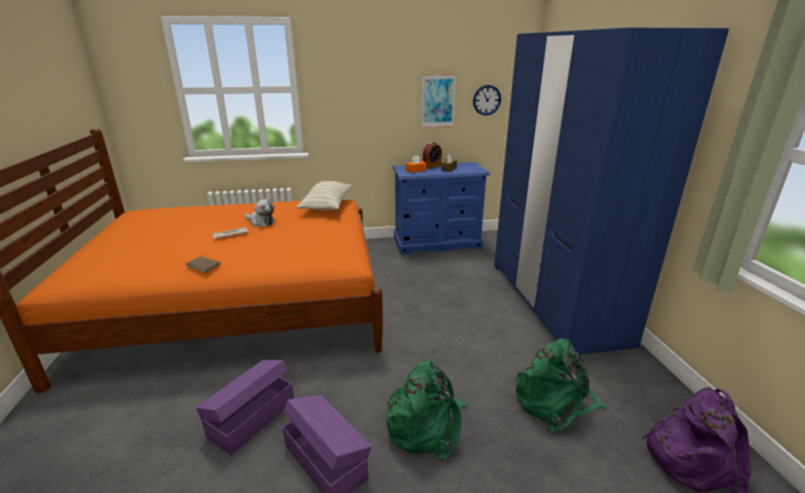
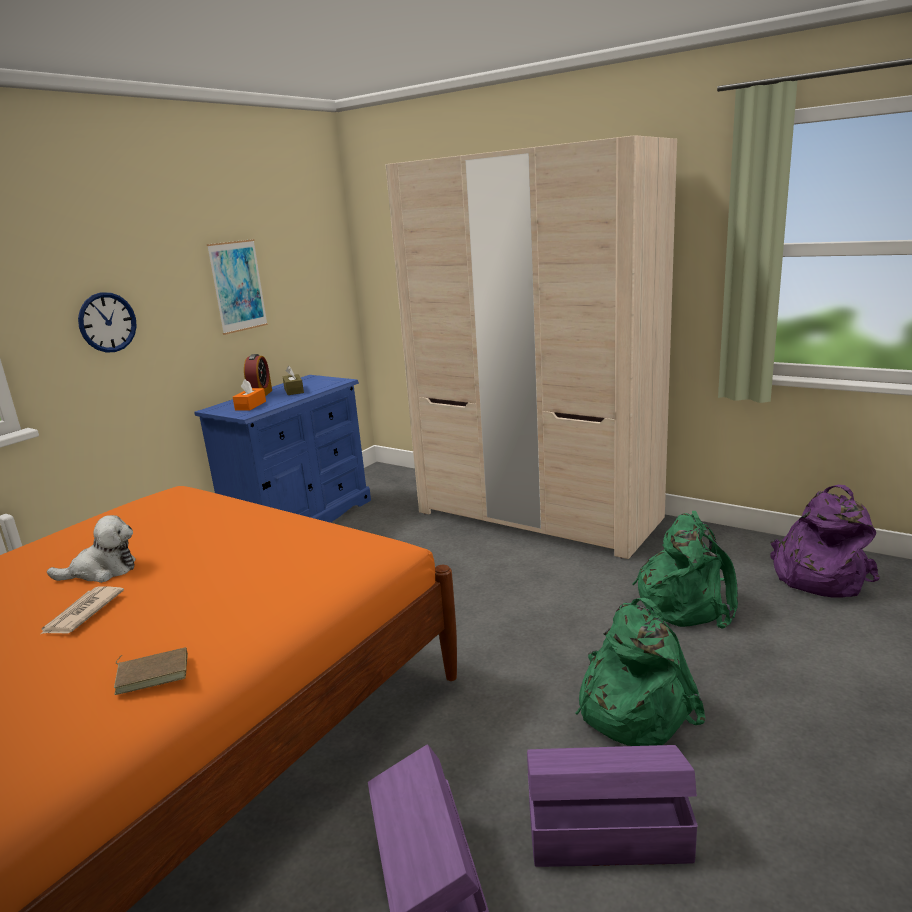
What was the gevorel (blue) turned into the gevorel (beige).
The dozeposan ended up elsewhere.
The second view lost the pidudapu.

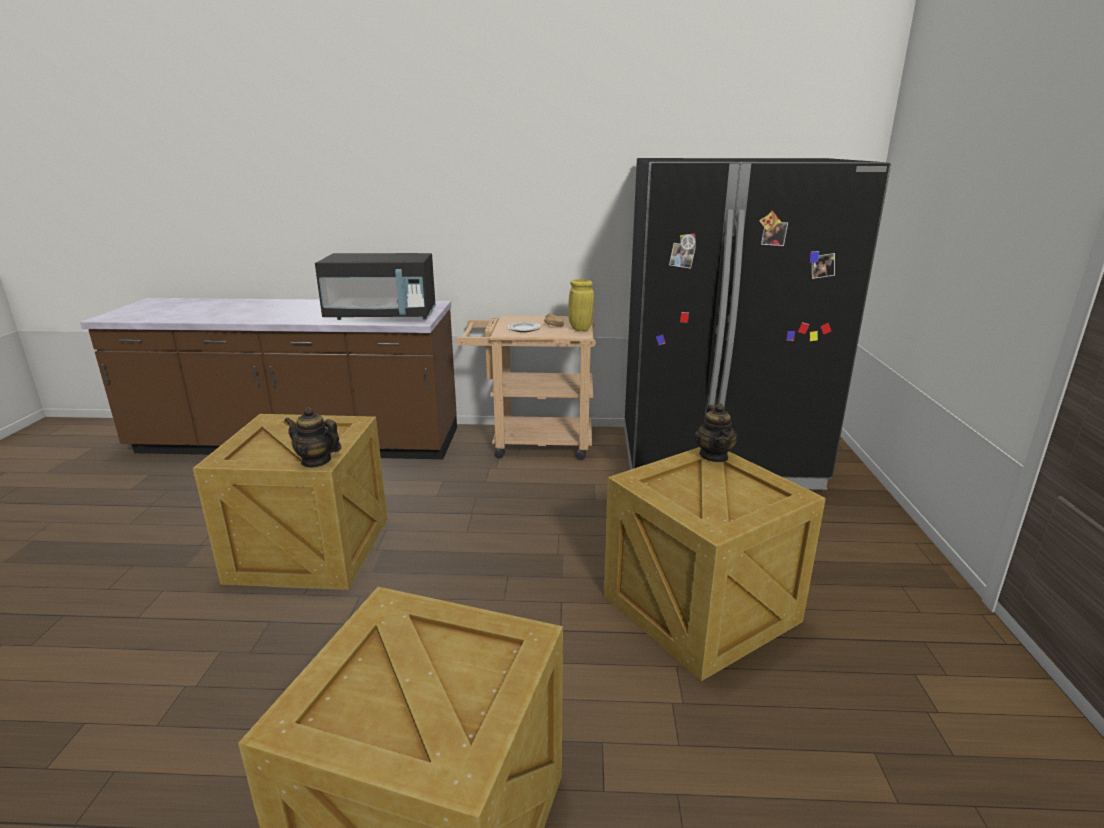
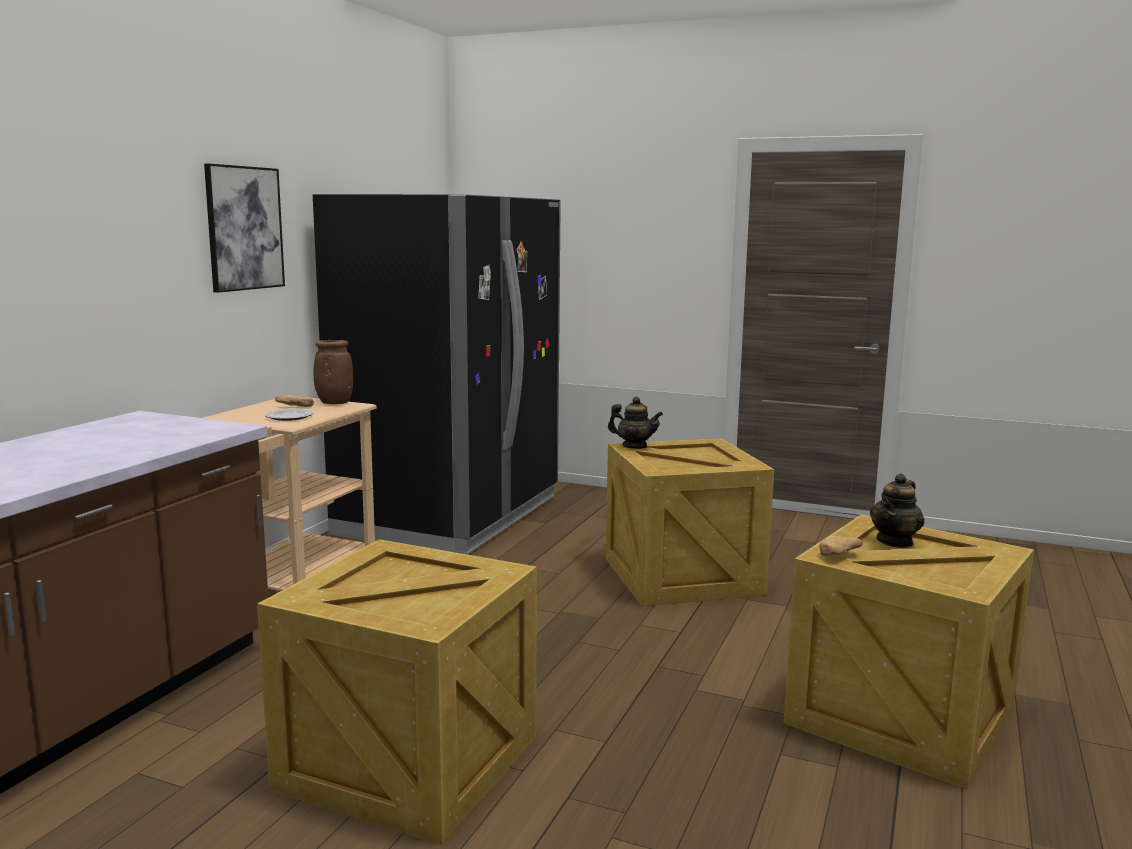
The second view lost the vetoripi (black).
What was the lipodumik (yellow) turned into the lipodumik (brown).
The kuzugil (no. 1 from left in the first image) ended up elsewhere.
The second view gained the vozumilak.
The second view gained the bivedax (no. 2 from left).

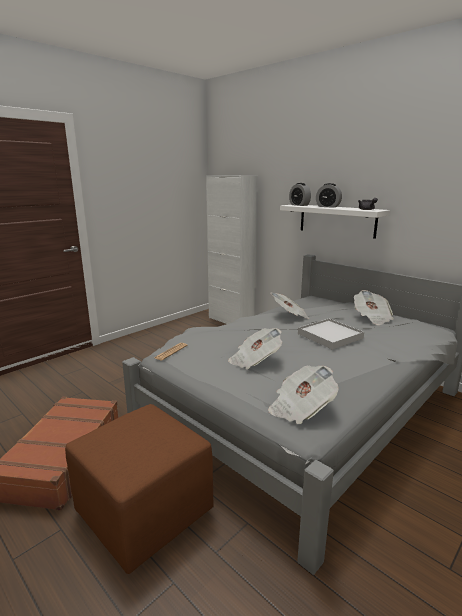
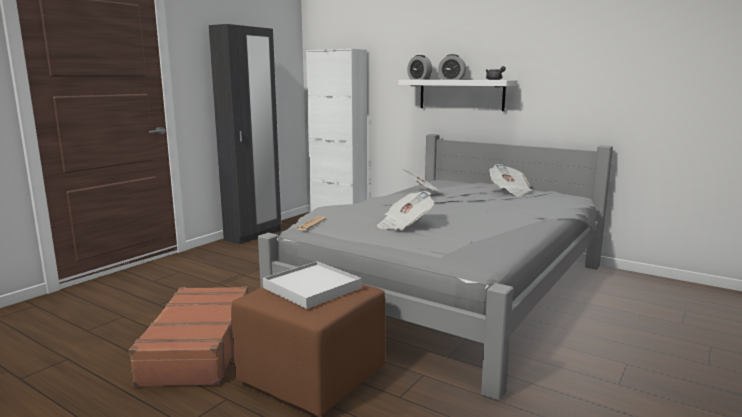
The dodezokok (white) ended up elsewhere.
The second view lost the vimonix (no. 4 from left).
The second view gained the gevorel (black).

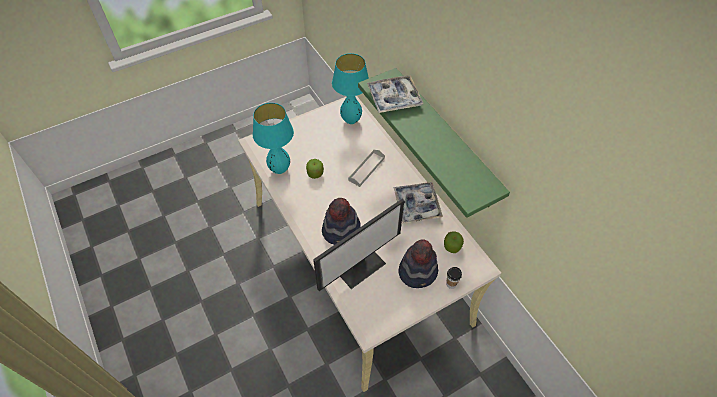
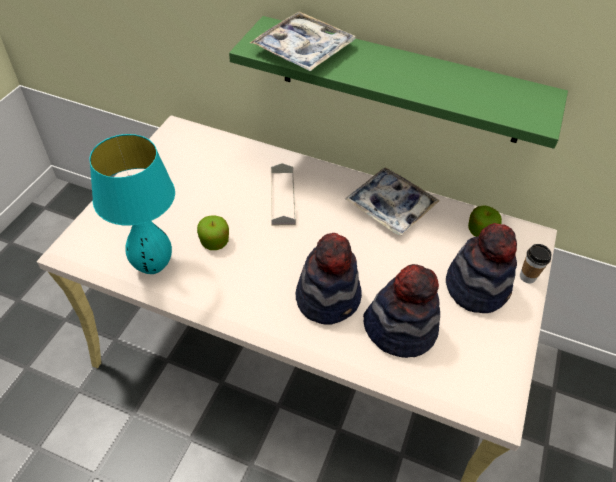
The second view lost the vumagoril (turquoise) (no. 2 from left).
Where the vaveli stood, the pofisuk (no. 2 from left) came to stand.

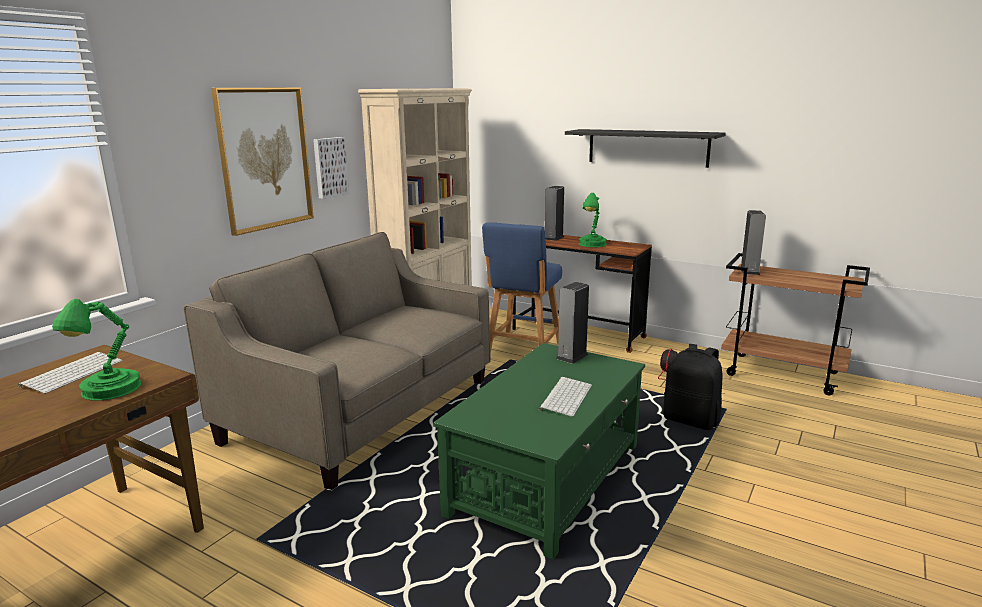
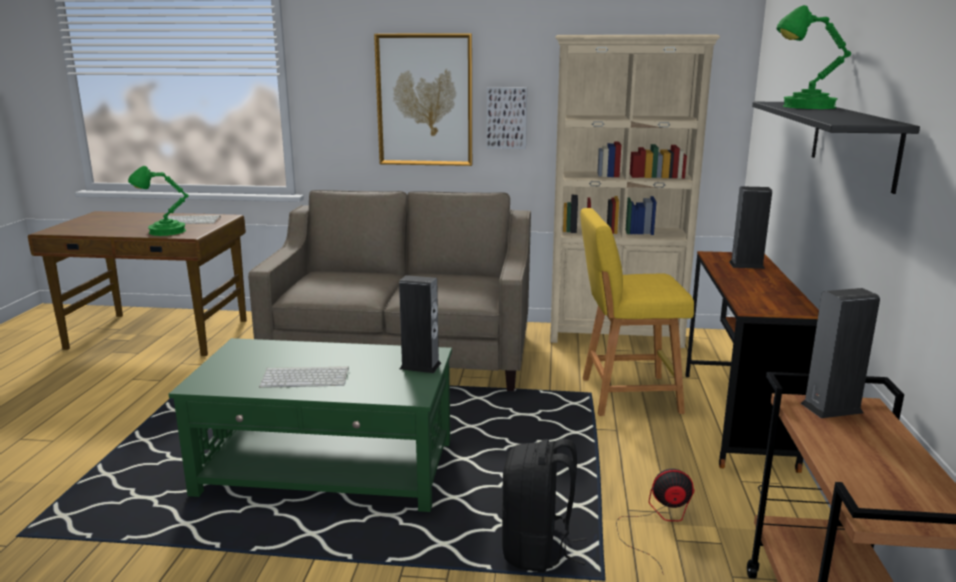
The vumagoril (green) (no. 2 from left) ended up elsewhere.
What was the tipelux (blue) turned into the tipelux (yellow).

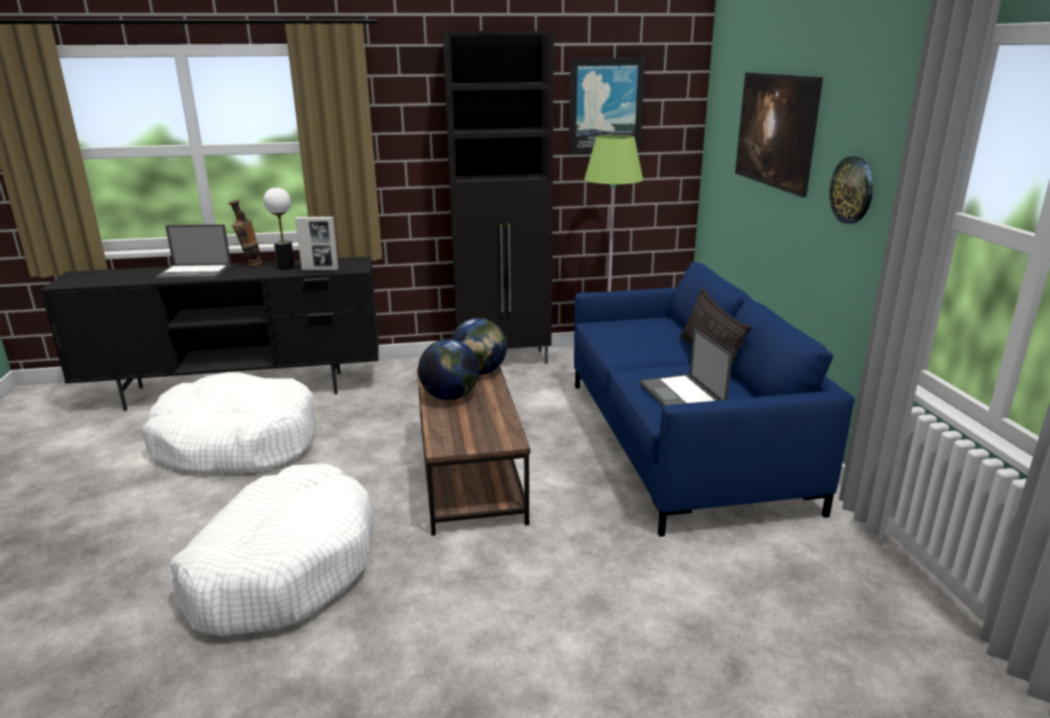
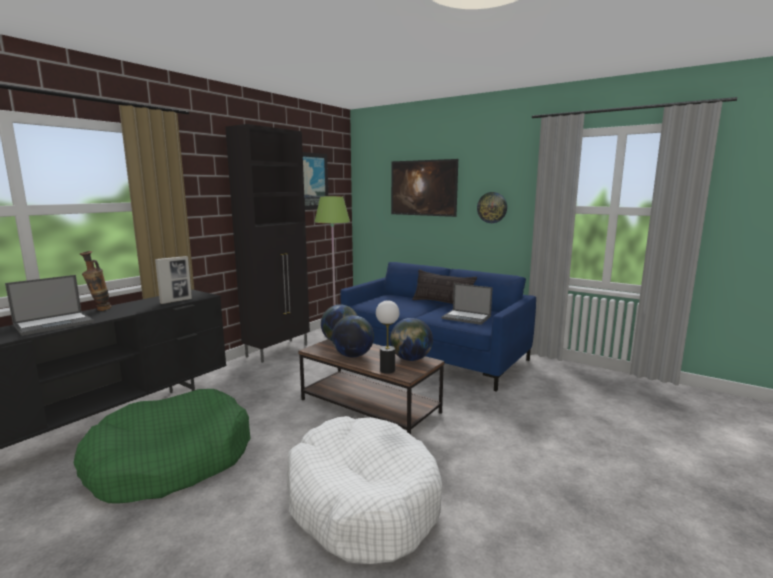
The vumagoril ended up elsewhere.
What was the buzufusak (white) (no. 1 from left) turned into the buzufusak (green).
The second view gained the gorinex (no. 3 from left).

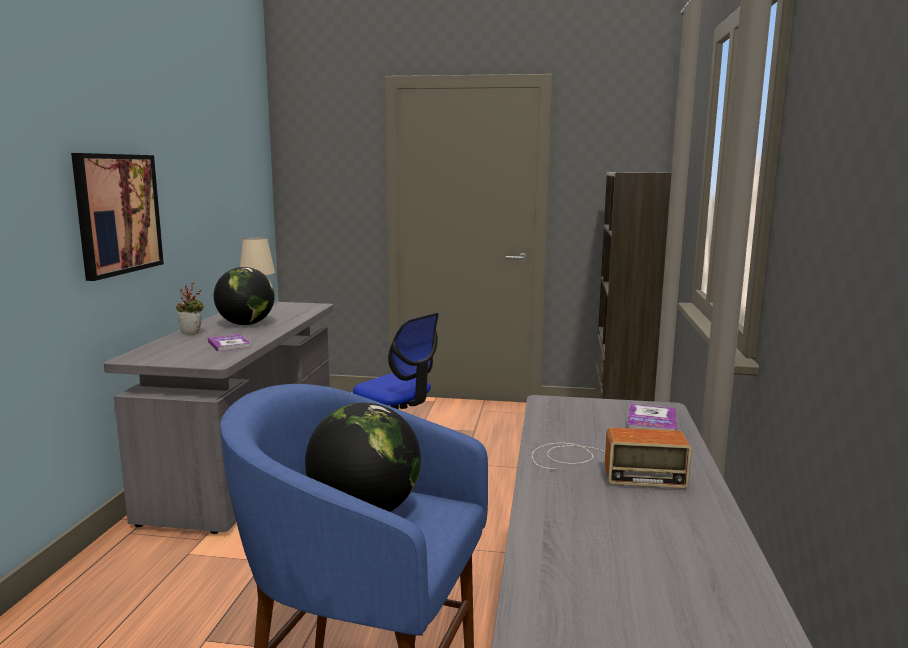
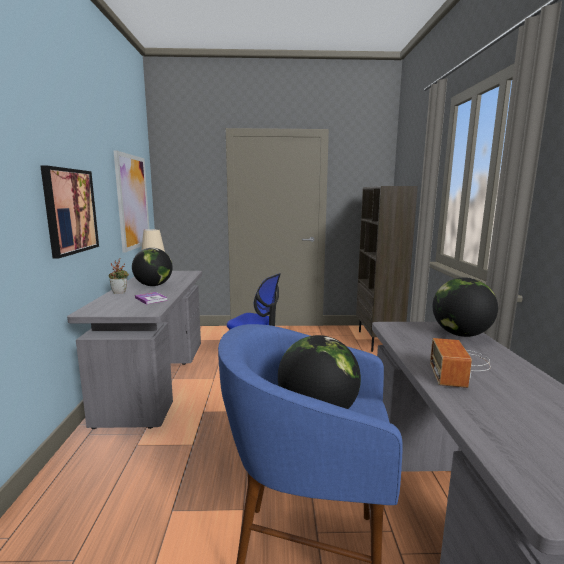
Where the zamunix (no. 2 from left) stood, the gorinex (no. 3 from left) came to stand.
The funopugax ended up facing another way, 105 degrees clockwise from before.
The second view gained the vozumilak (no. 2 from left).

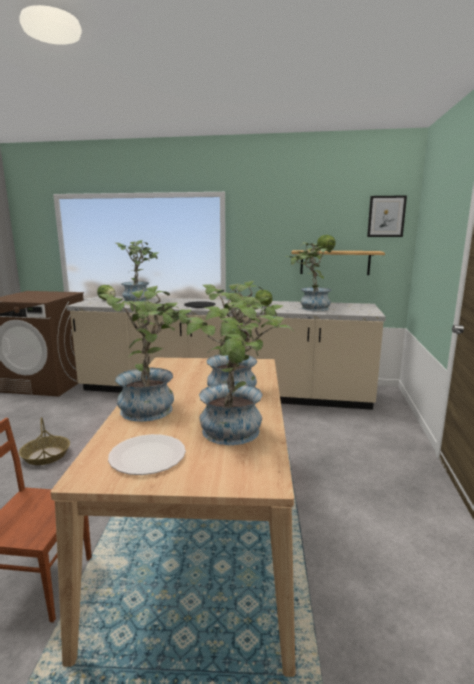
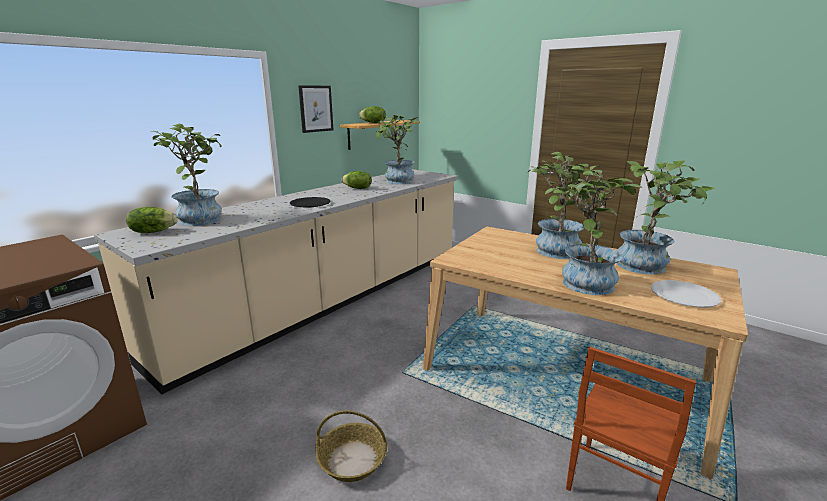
The vozumilak ended up elsewhere.

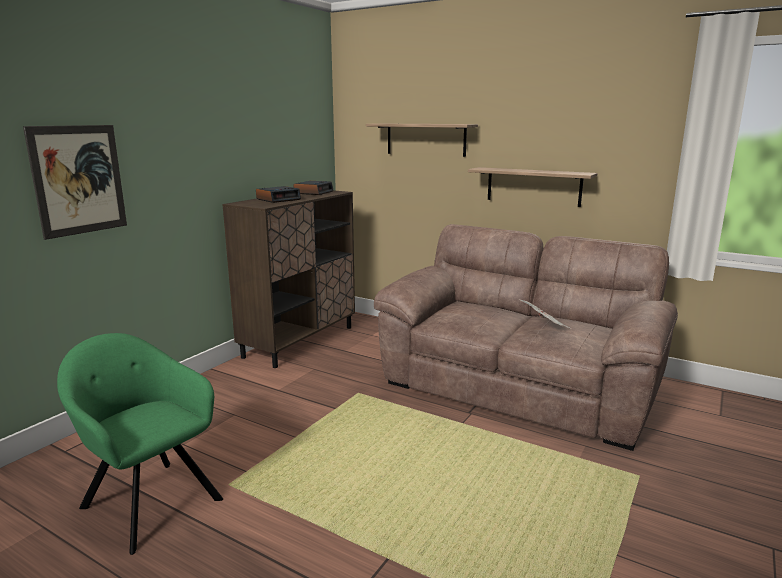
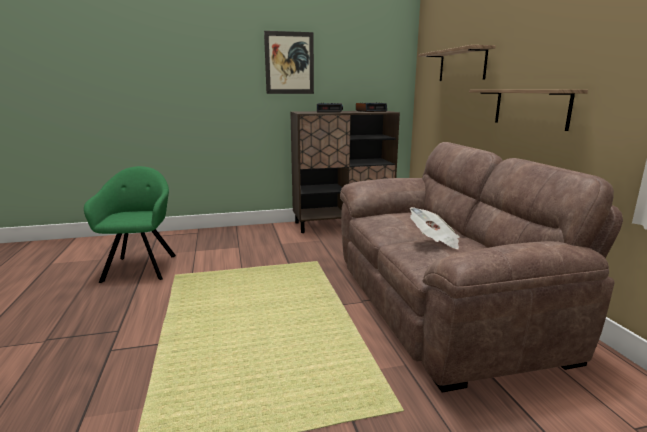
The vozumilak ended up elsewhere.

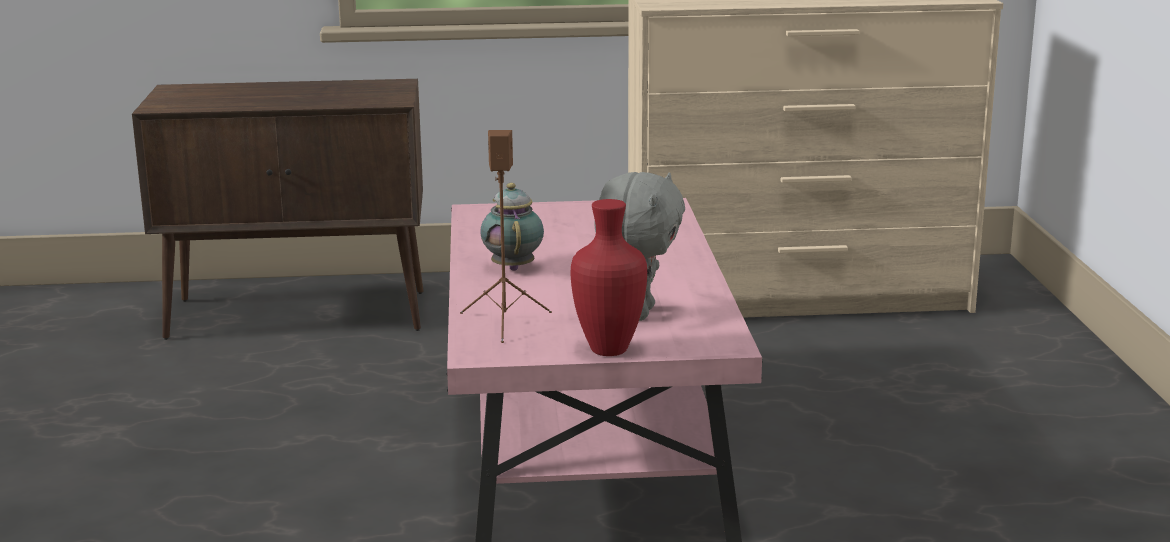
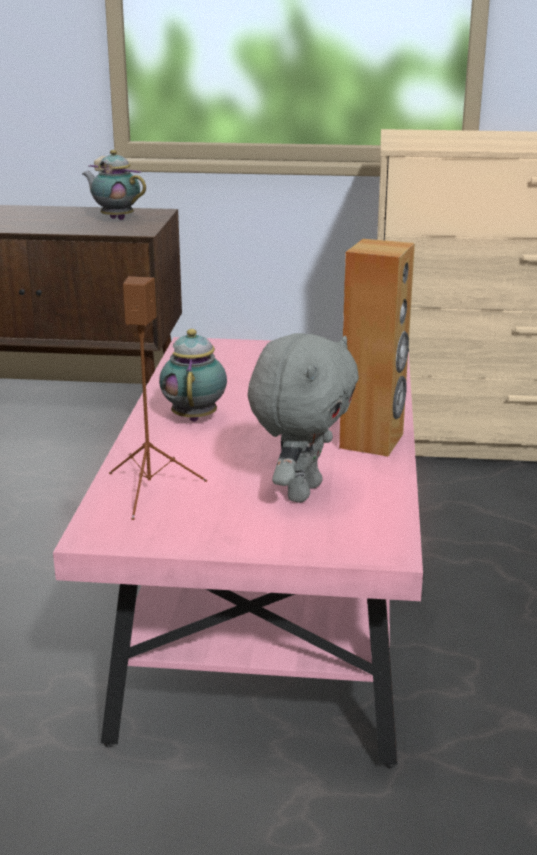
The second view lost the lipodumik (red).
The second view gained the kuzugil (no. 1 from left).
The second view gained the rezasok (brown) (no. 2 from left).

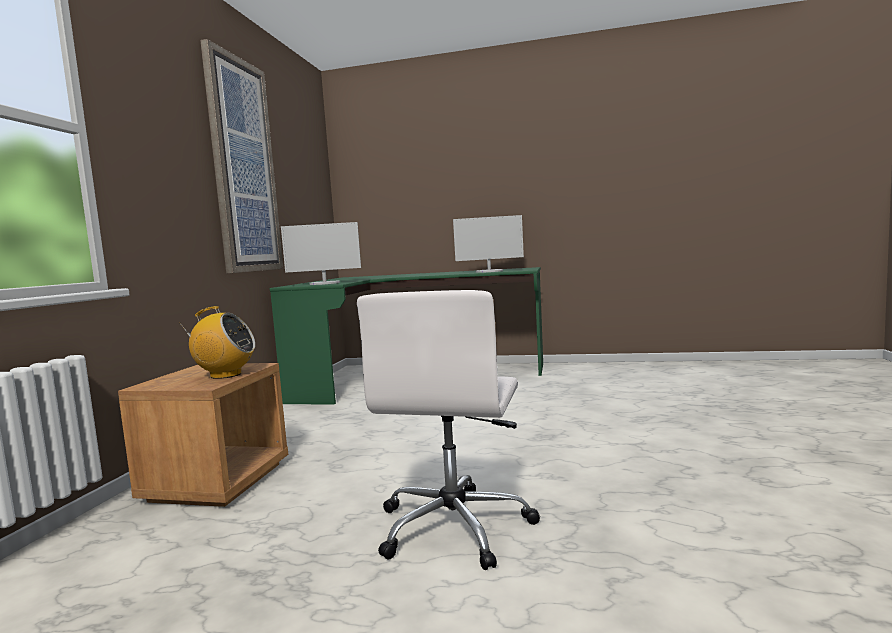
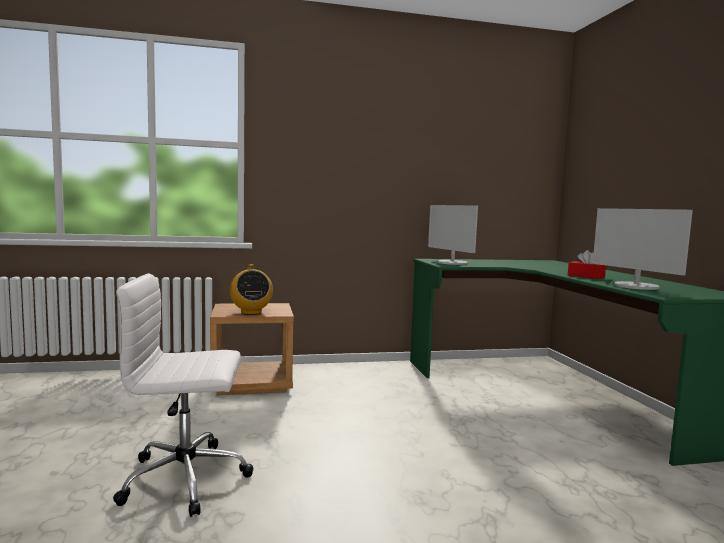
The second view lost the vozumilak.
The second view gained the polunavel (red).

